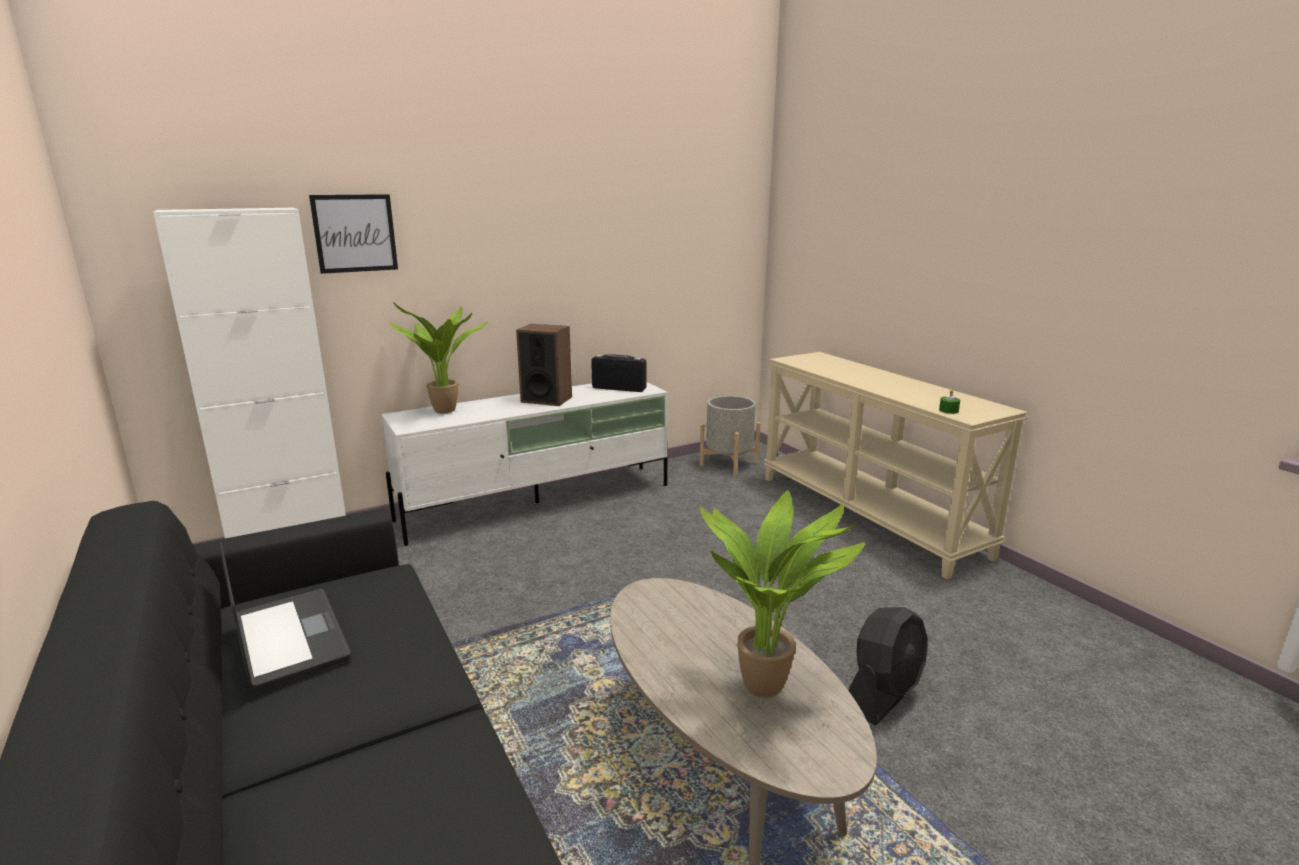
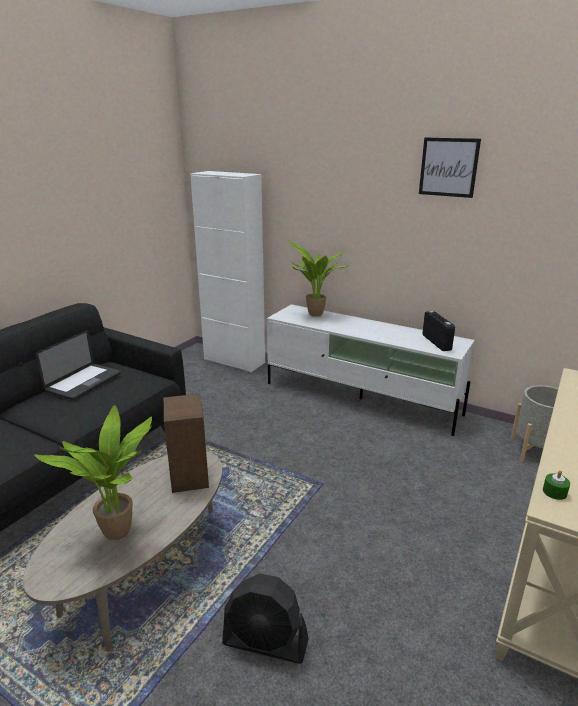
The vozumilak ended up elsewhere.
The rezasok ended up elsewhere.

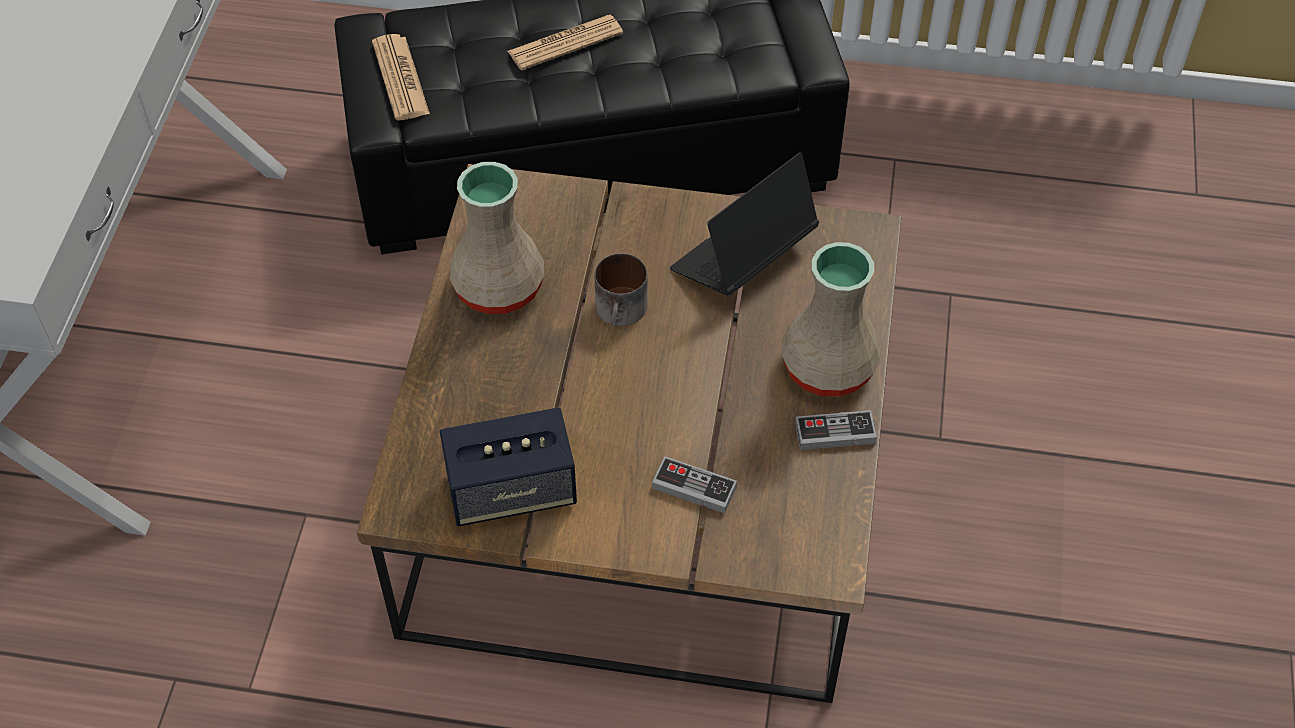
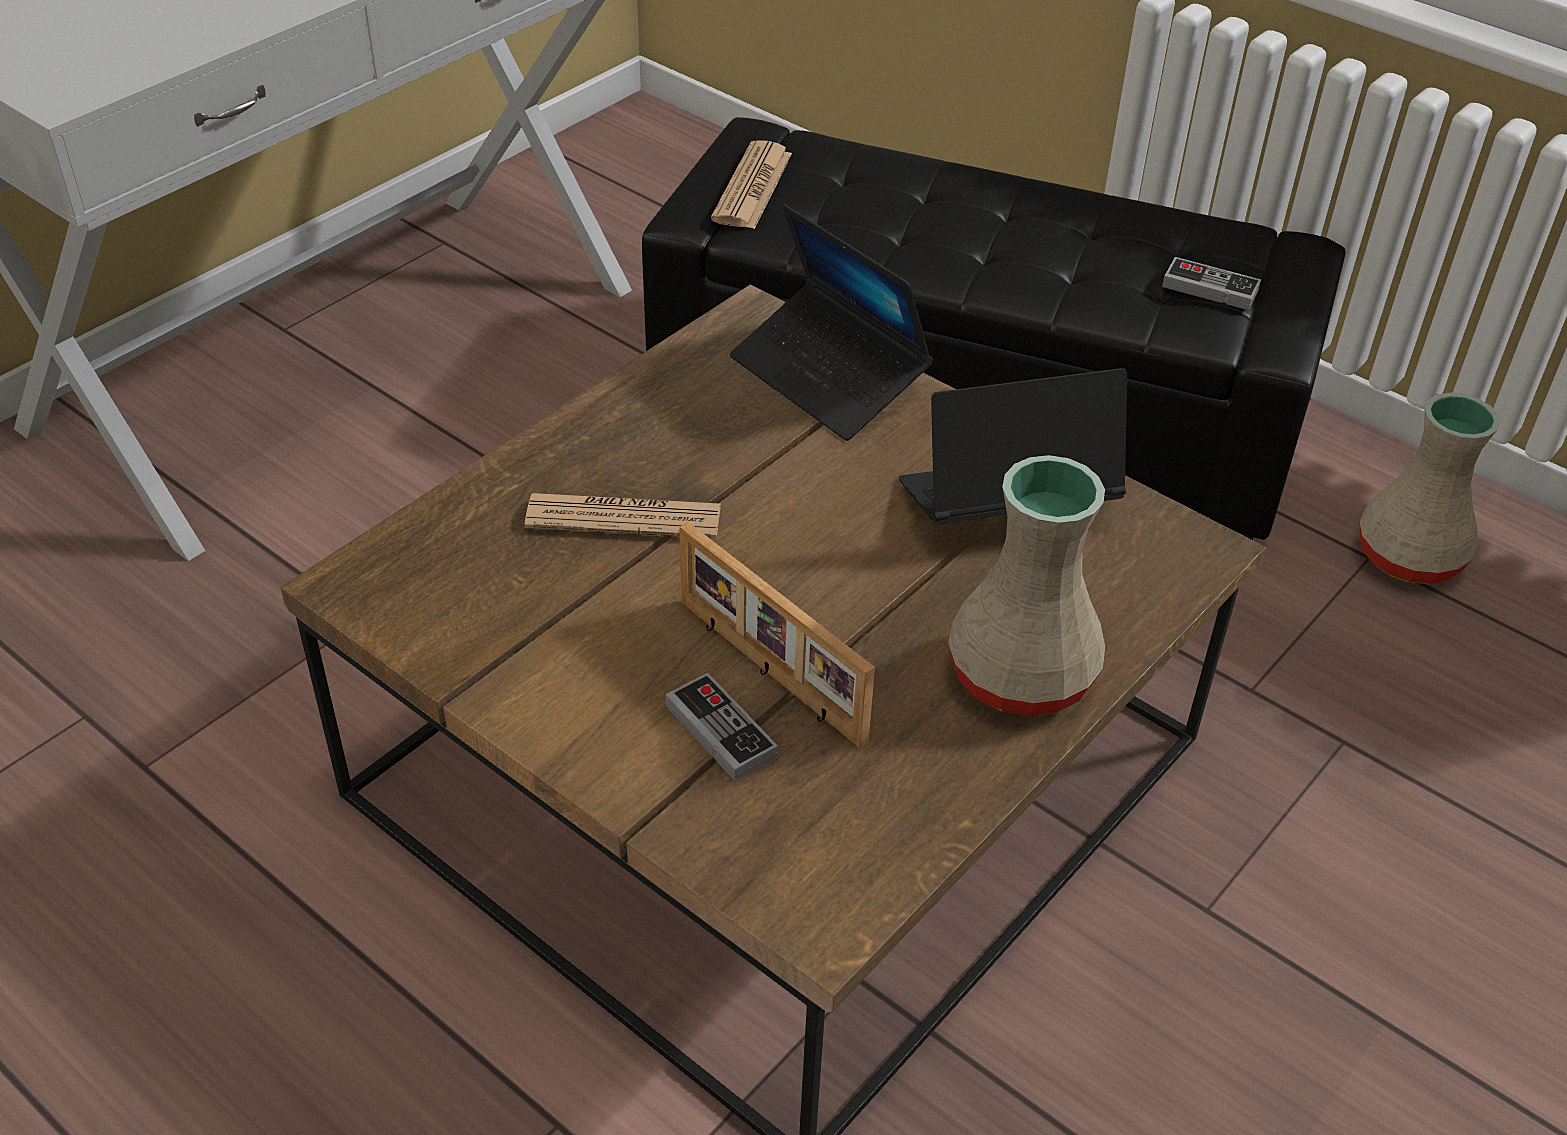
The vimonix (no. 2 from left in the first image) ended up elsewhere.
The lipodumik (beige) (no. 1 from left in the first image) ended up elsewhere.
The second view lost the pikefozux.
The second view lost the rezasok.
The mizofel (no. 2 from left) ended up elsewhere.
The second view gained the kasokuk (no. 1 from left).
The second view gained the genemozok.

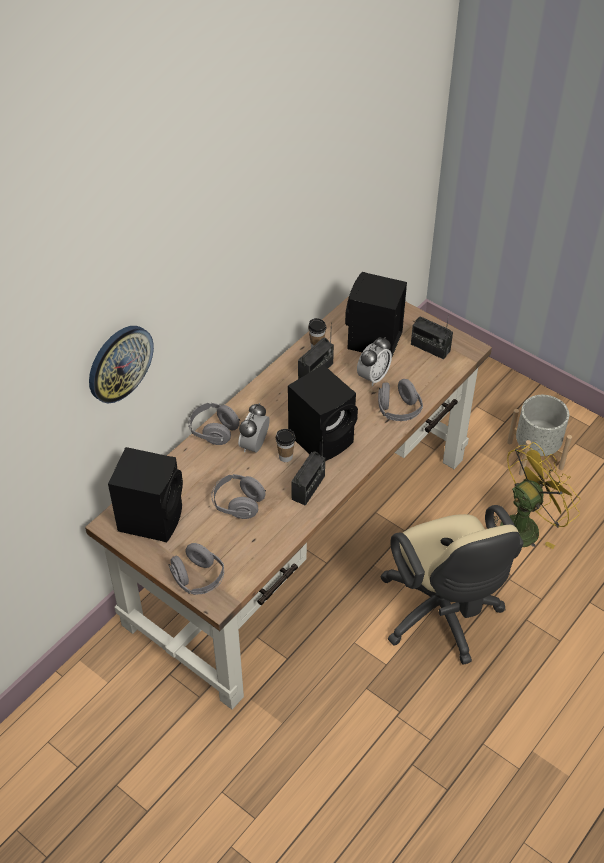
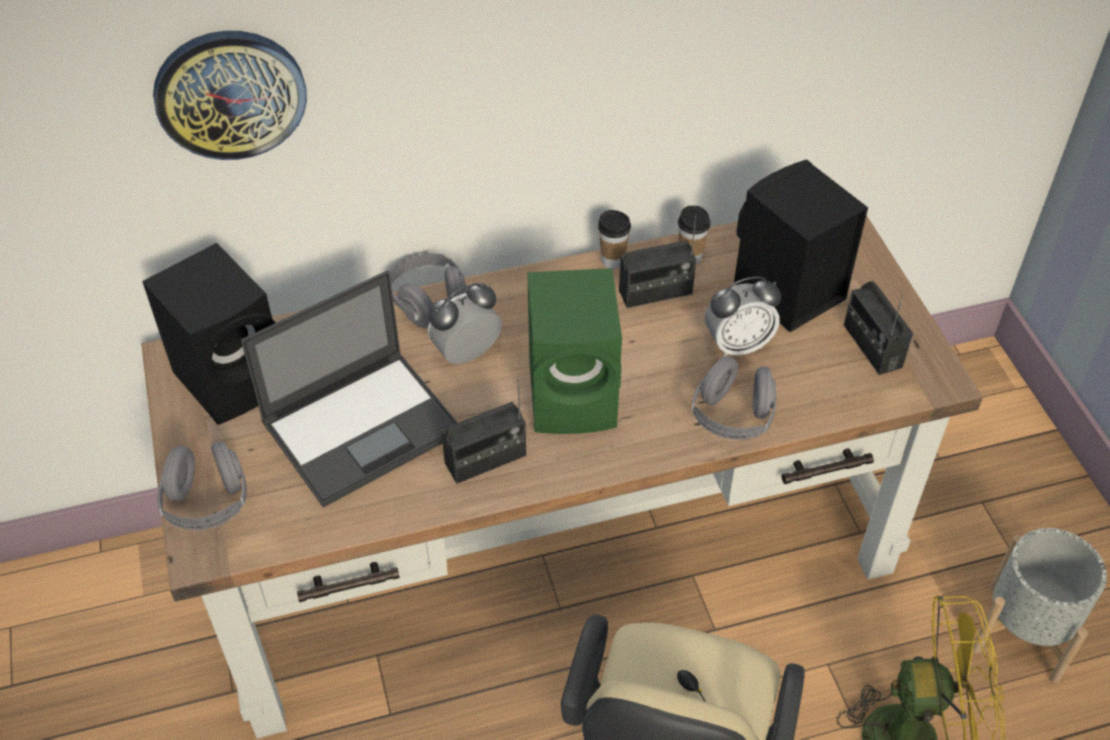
What was the rezasok (black) (no. 2 from left) turned into the rezasok (green).
The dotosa (no. 1 from left) ended up elsewhere.
Where the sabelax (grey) (no. 3 from left) stood, the kasokuk came to stand.

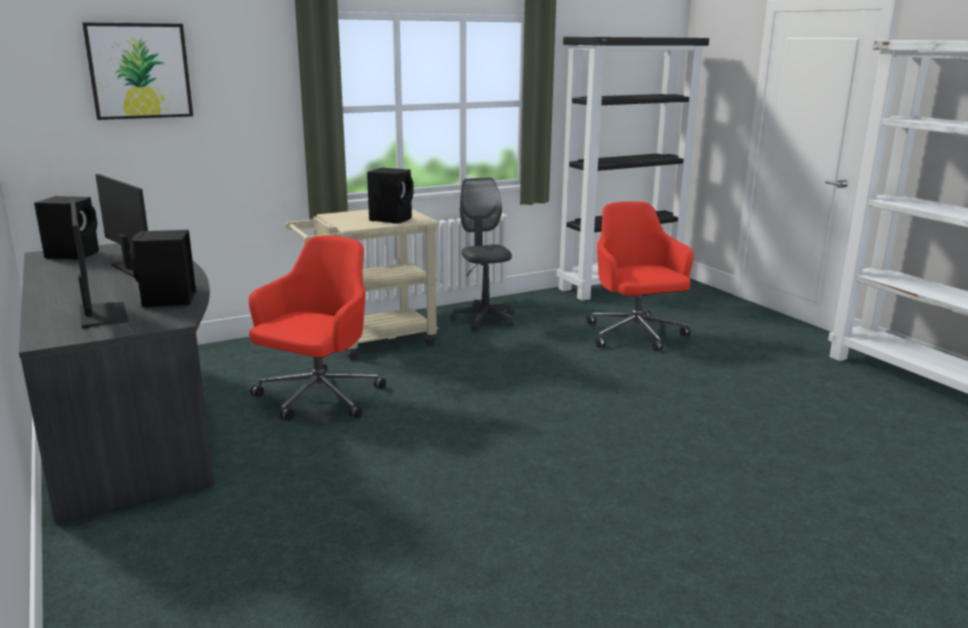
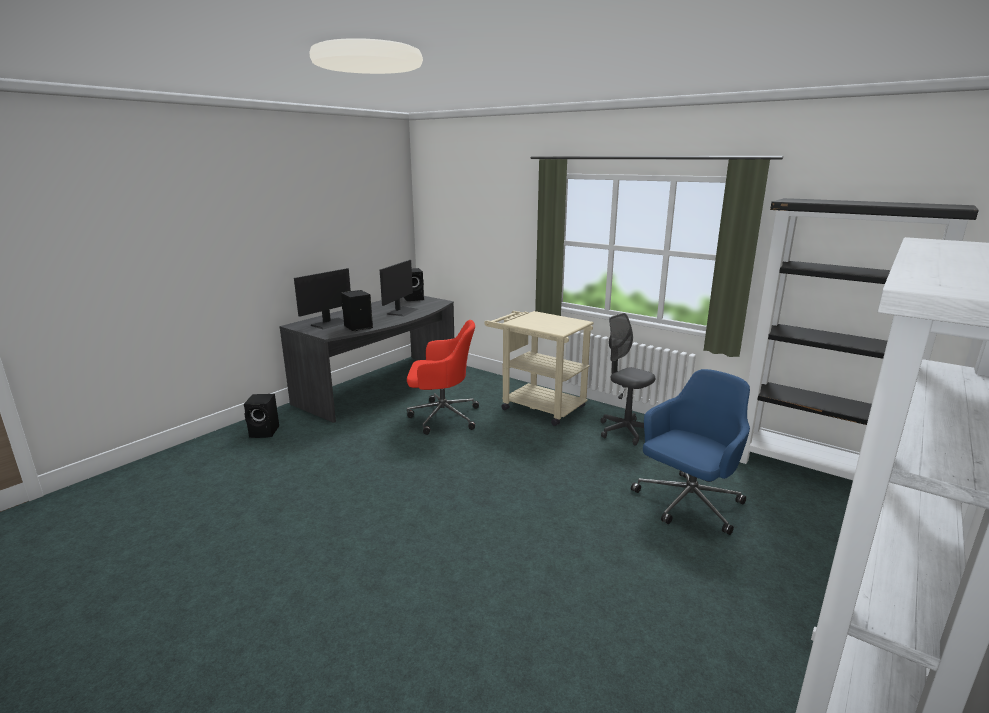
The second view lost the vozumilak.
The rezasok (black) (no. 3 from left in the first image) ended up elsewhere.
The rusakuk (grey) ended up facing another way, 90 degrees counterclockwise from before.
What was the rusakuk (red) (no. 2 from left) turned into the rusakuk (blue).

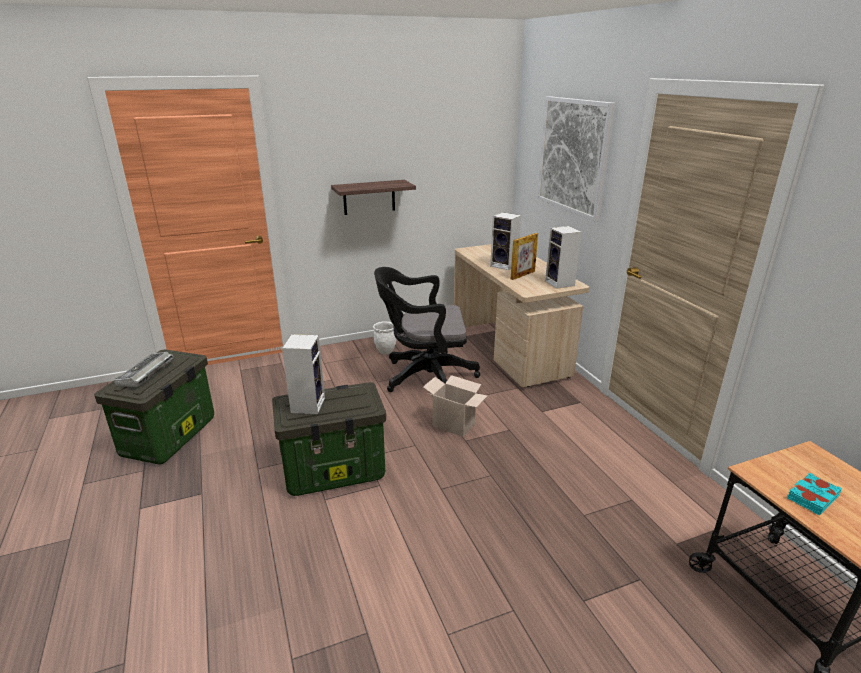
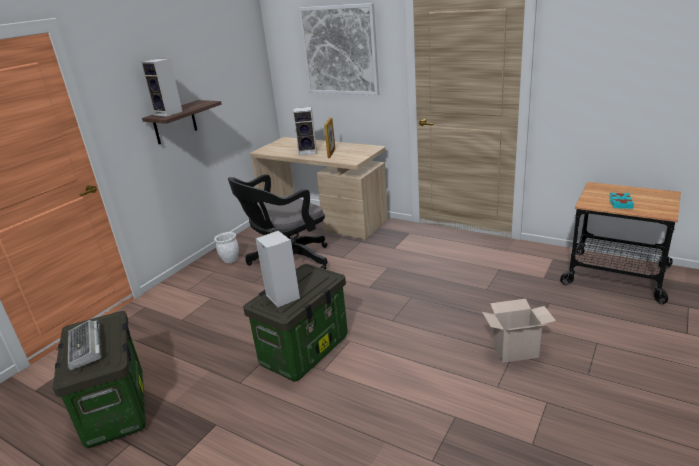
The rezasok (no. 3 from left in the first image) ended up elsewhere.
The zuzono ended up elsewhere.

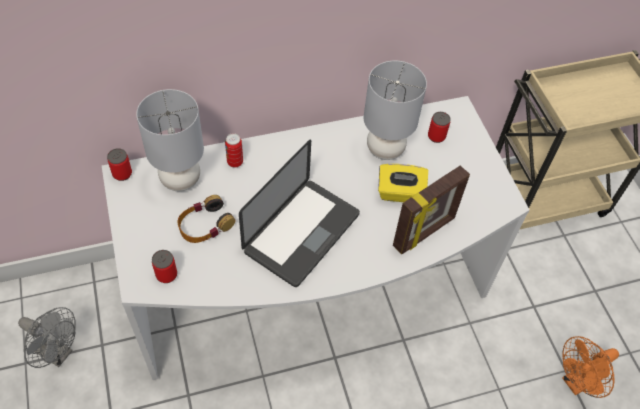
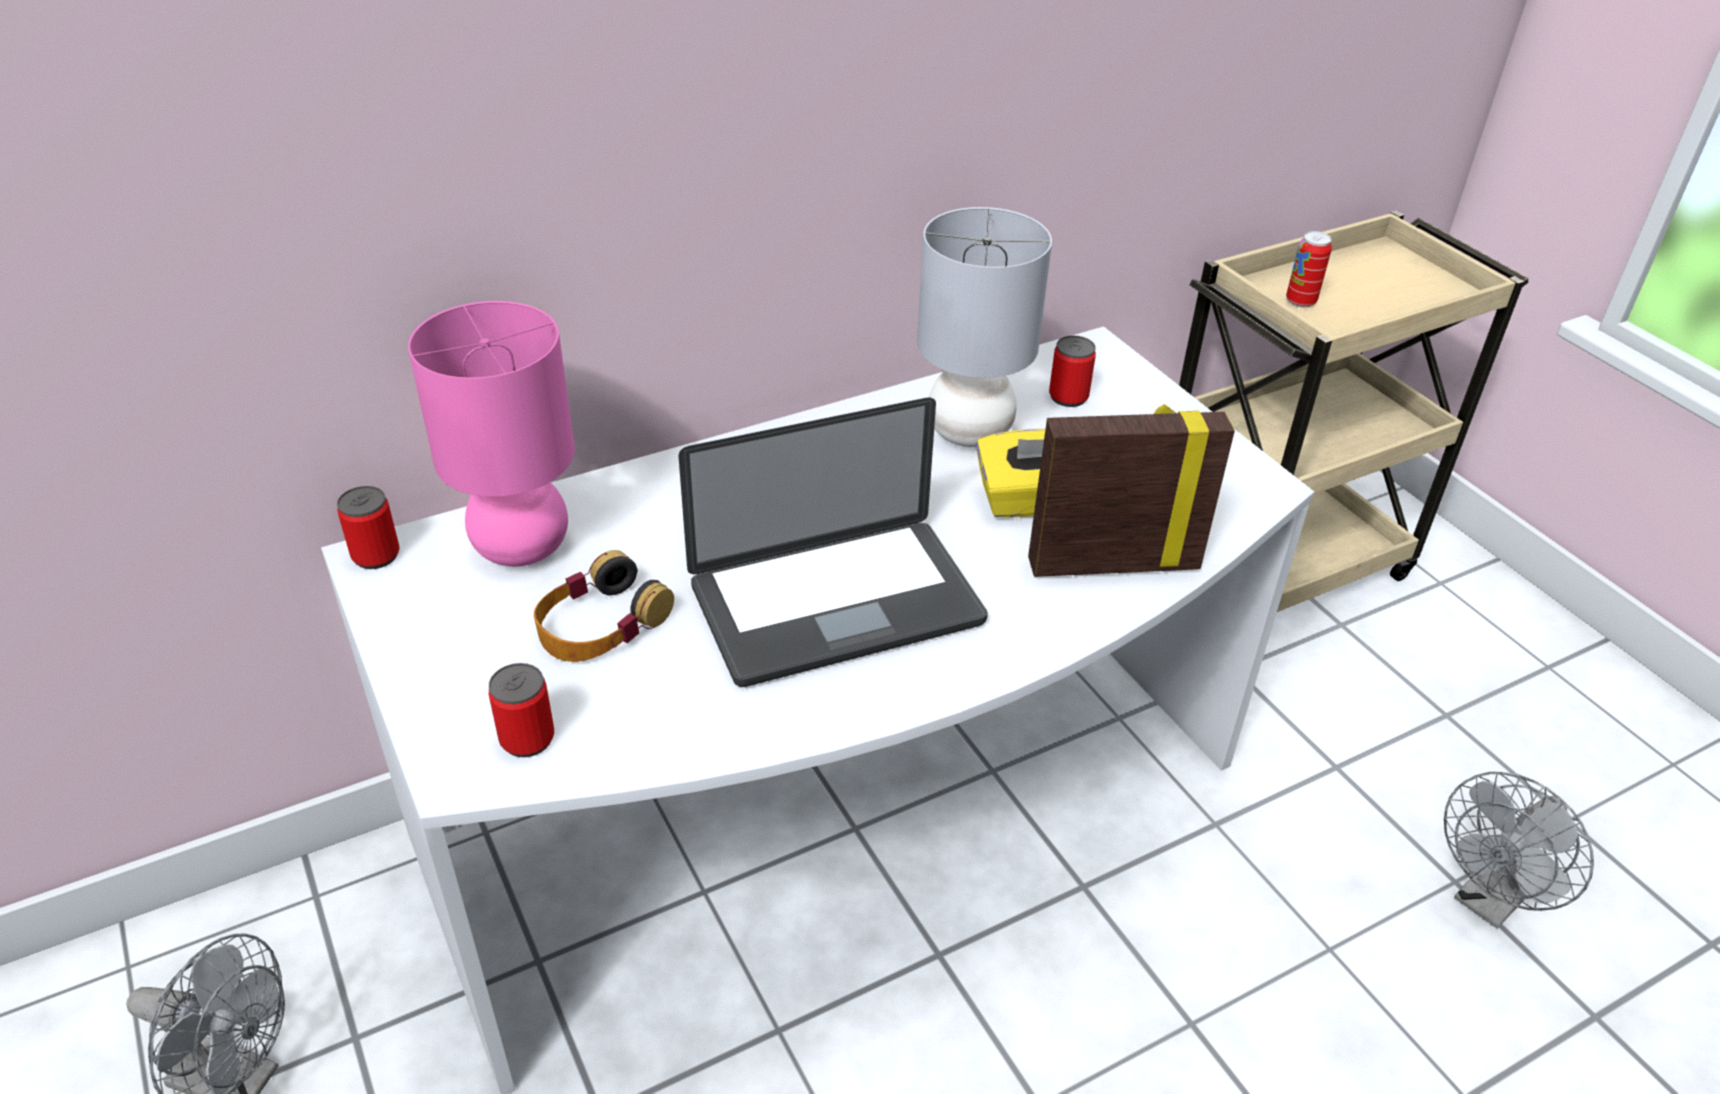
What was the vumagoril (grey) (no. 1 from left) turned into the vumagoril (pink).
The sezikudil (no. 3 from left in the first image) ended up elsewhere.
The kasokuk ended up facing another way, 45 degrees clockwise from before.
The genemozok ended up facing another way, 135 degrees counterclockwise from before.
What was the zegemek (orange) turned into the zegemek (grey) (no. 2 from left).

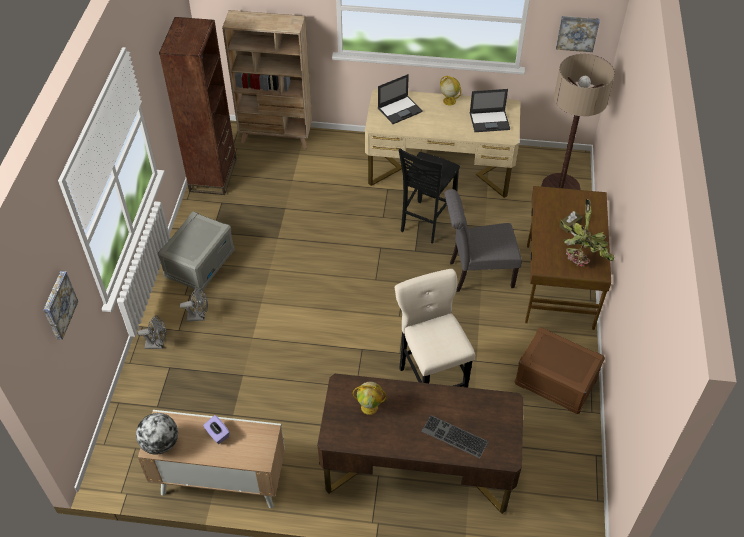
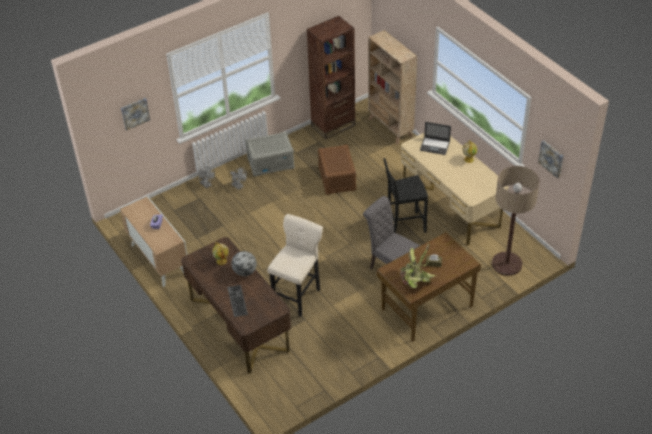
The second view lost the kasokuk (no. 2 from left).
The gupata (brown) ended up elsewhere.
The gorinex (no. 1 from left in the first image) ended up elsewhere.

